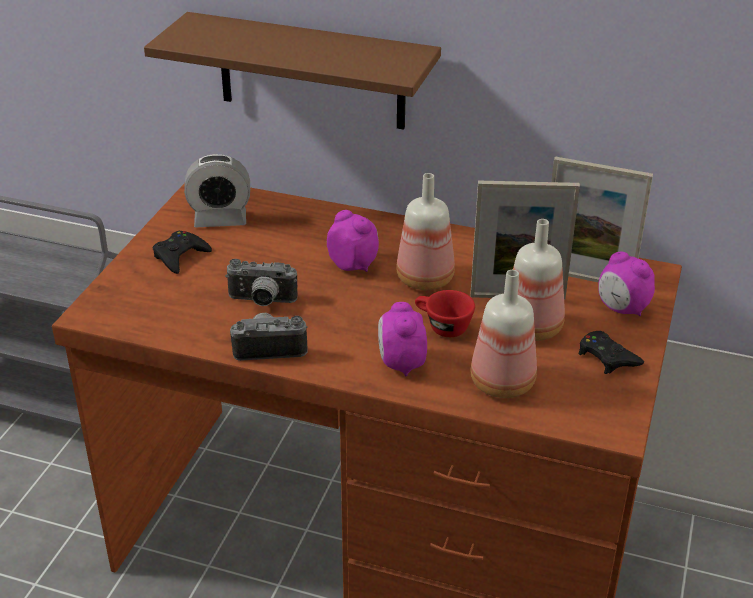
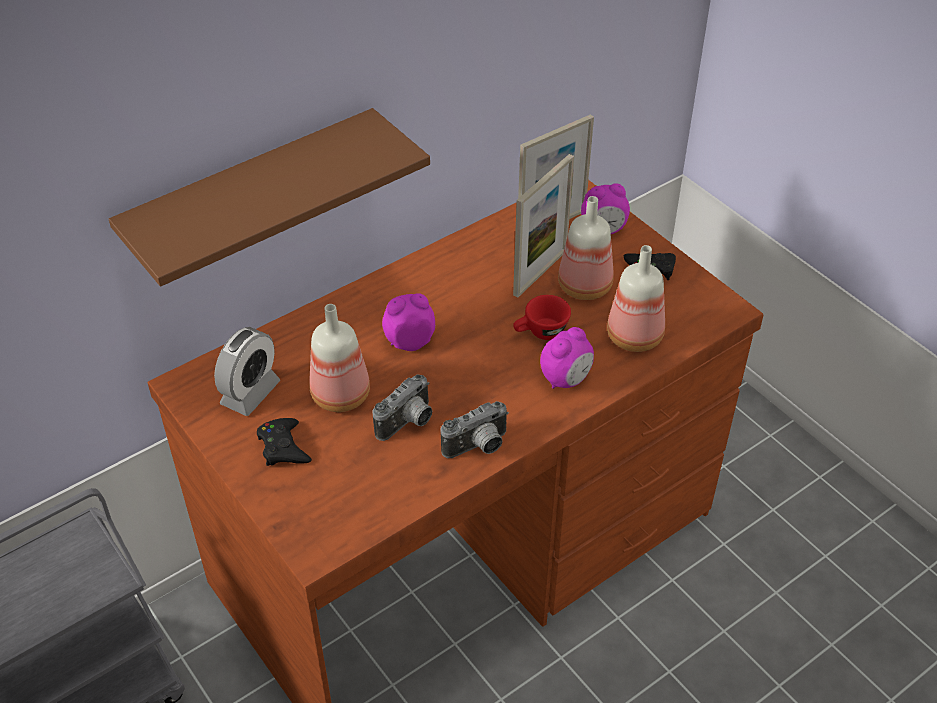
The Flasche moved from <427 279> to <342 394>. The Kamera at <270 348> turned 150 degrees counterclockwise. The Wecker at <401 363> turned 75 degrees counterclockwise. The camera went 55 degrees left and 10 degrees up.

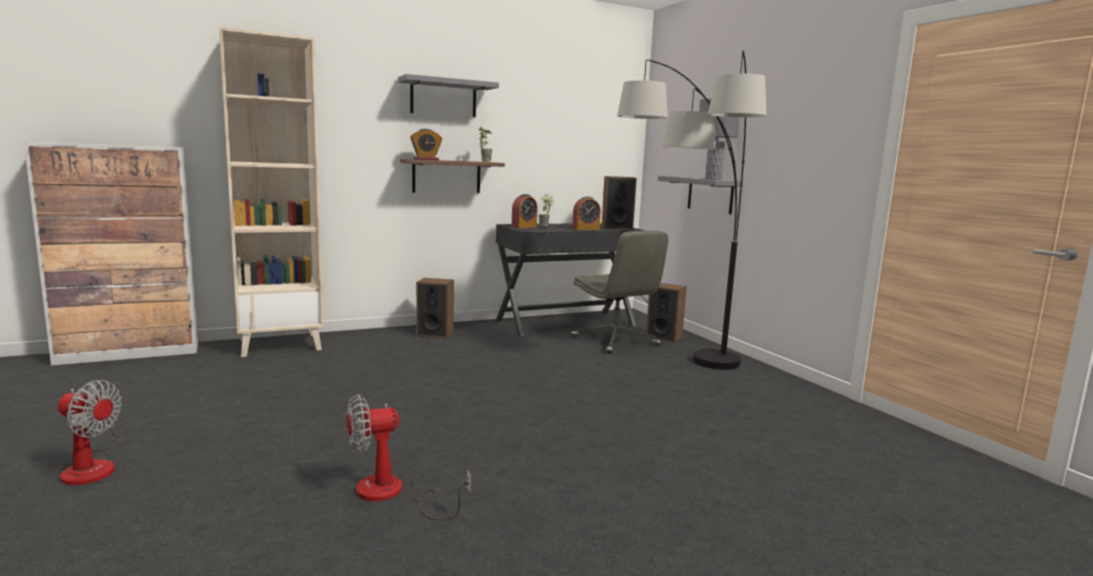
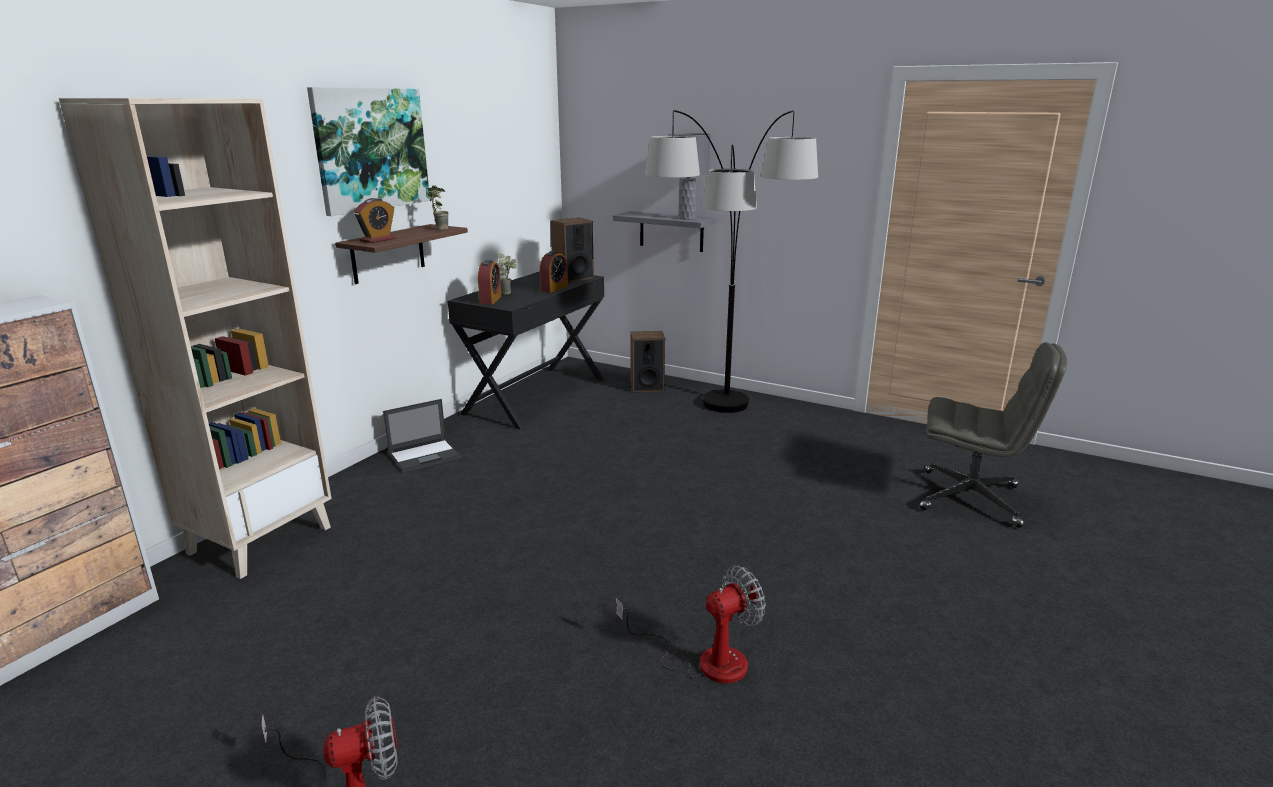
The Wandregal (grau) at <443 98> was replaced by the Bild at <371 149>. The Lautsprecher at <435 333> was replaced by the Laptop at <425 455>. The Ventilator at <393 494> turned 150 degrees counterclockwise. The Bürostuhl (grau) moved from <616 342> to <971 498>. The camera went 35 degrees left and 10 degrees up.

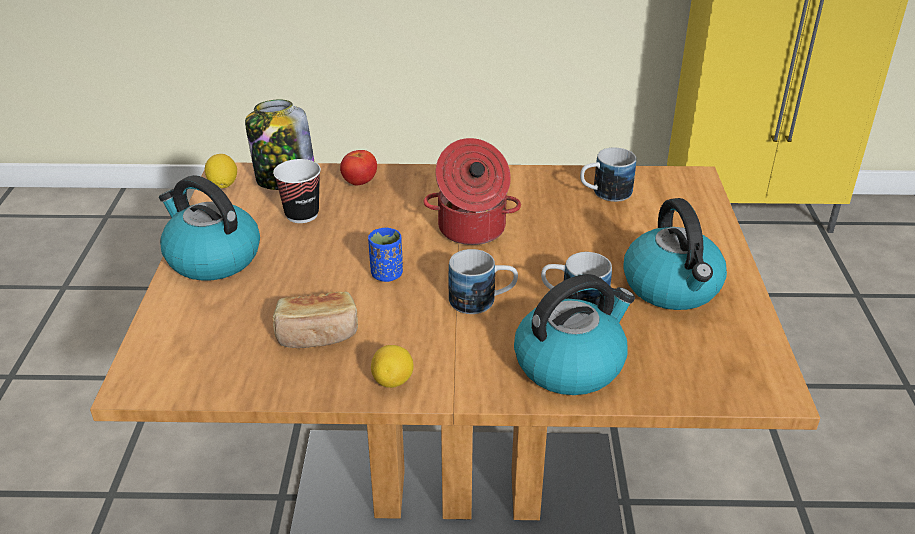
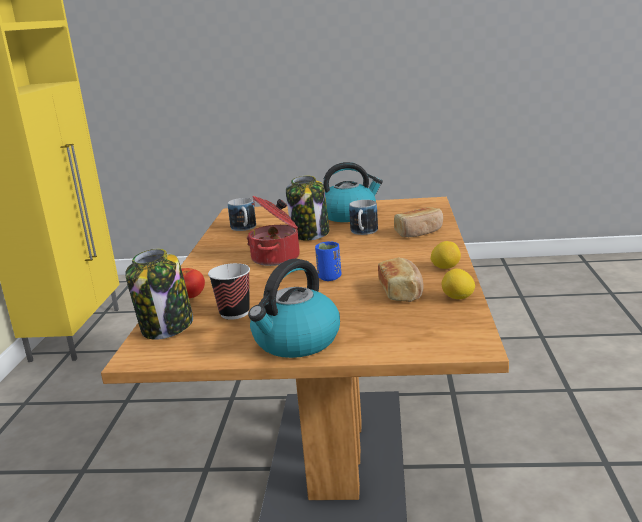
The Vorratsglas at <310 234> appeared. The Wasserkessel at <570 364> was replaced by the Brot at <419 232>. The Zitrone moved from <223 185> to <458 298>. The Henkelbecher at <482 301> disappeared. The camera went 85 degrees left and 15 degrees down.

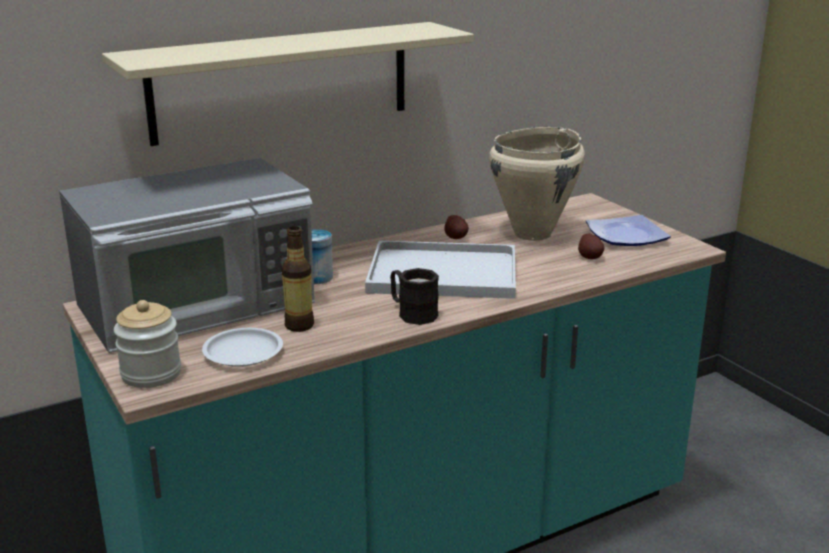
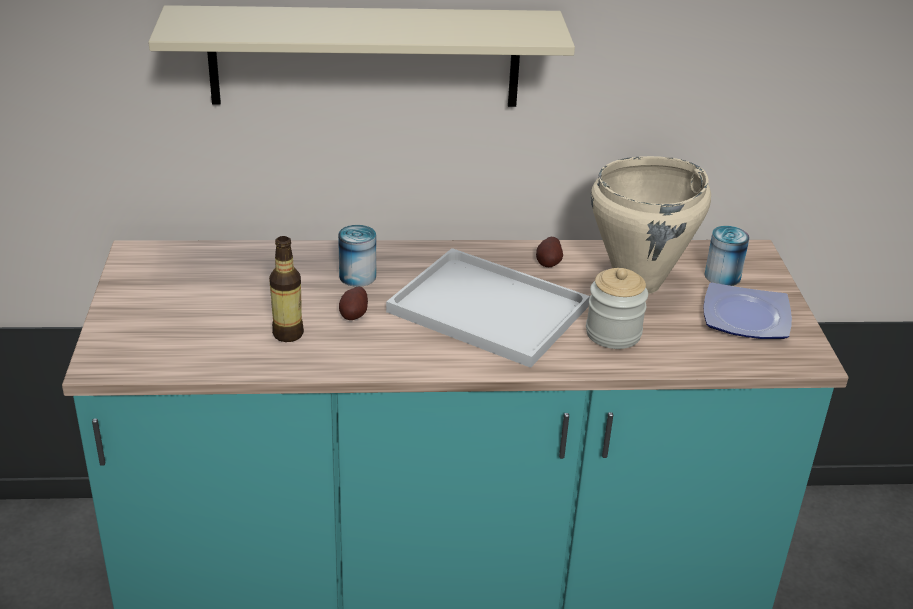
The Kartoffel moved from <590 257> to <353 315>. The Vorratsglas moved from <151 374> to <613 333>. The Dose at <722 276> appeared. The Mikrowelle at <198 305> disappeared. The Teller (weiß) at <243 352> disappeared. The Henkelbecher (schwarz) at <412 313> disappeared. The camera went 25 degrees right and 10 degrees up.

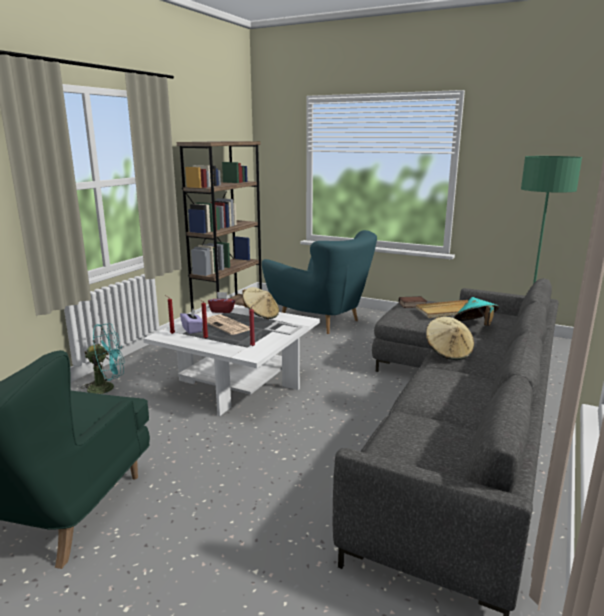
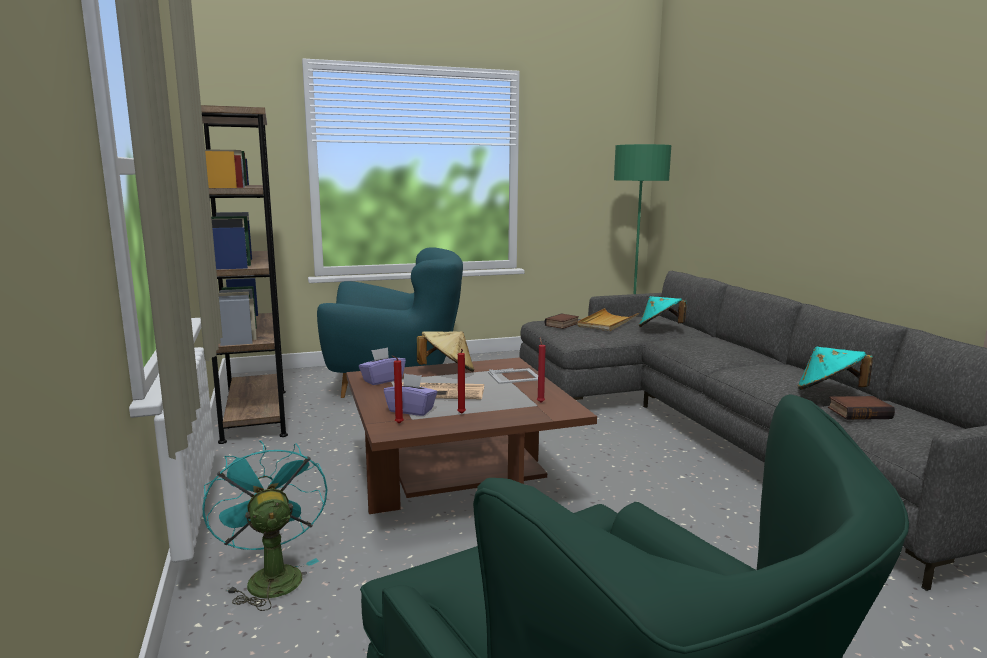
The Ventilator (türkis) at <107 388> turned 60 degrees counterclockwise. The Couchtisch (weiß) at <238 384> became the Couchtisch (braun) at <460 484>. The Taschentuchbox (rot) at <222 311> became the Taschentuchbox (lila) at <382 380>. The Hut (türkis) at <829 392> appeared. The Buch at <859 412> appeared. The Hut (beige) at <448 352> disappeared. The camera went 45 degrees left and 5 degrees down.

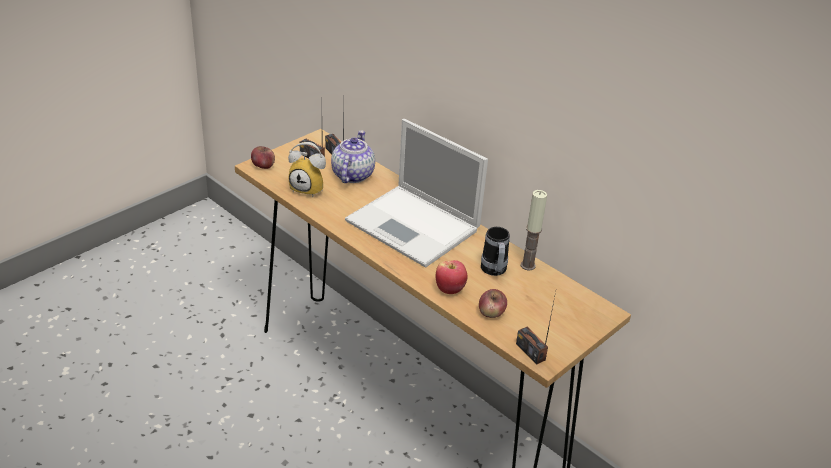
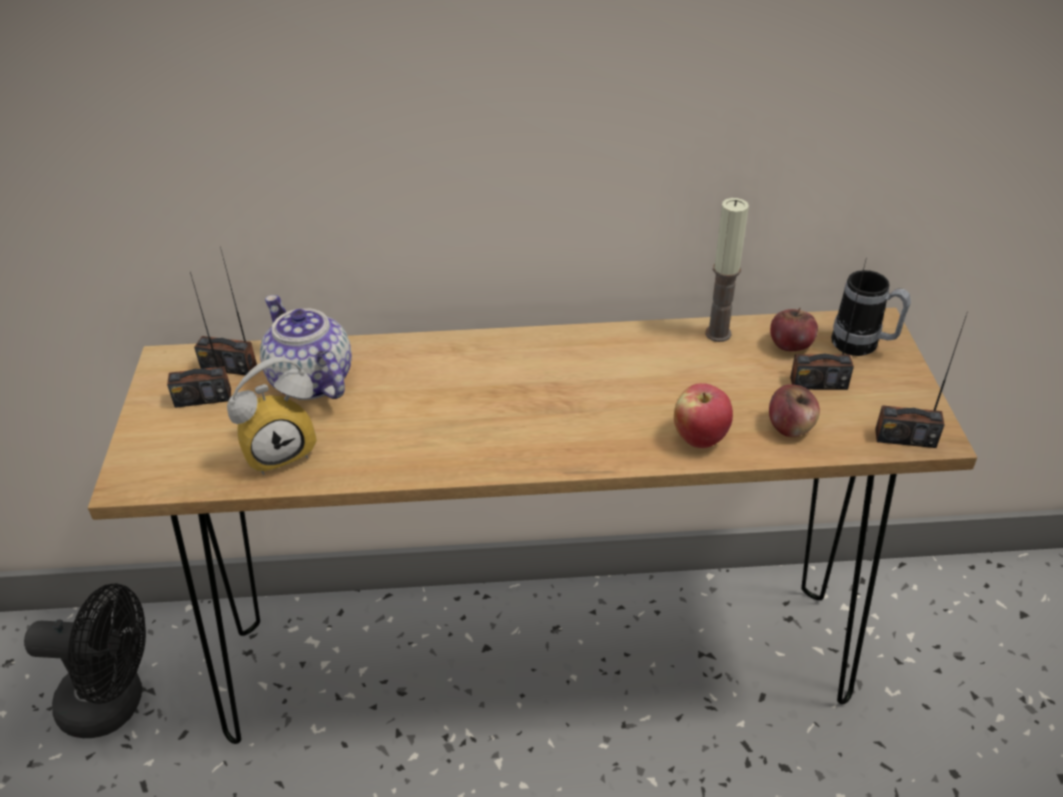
The Ventilator (schwarz) at <115 703> appeared. The Apfel moved from <263 166> to <790 345>. The Radio at <818 383> appeared. The Henkelbecher moved from <494 271> to <862 346>. The Laptop at <414 226> disappeared. The camera went 45 degrees left and 5 degrees up.

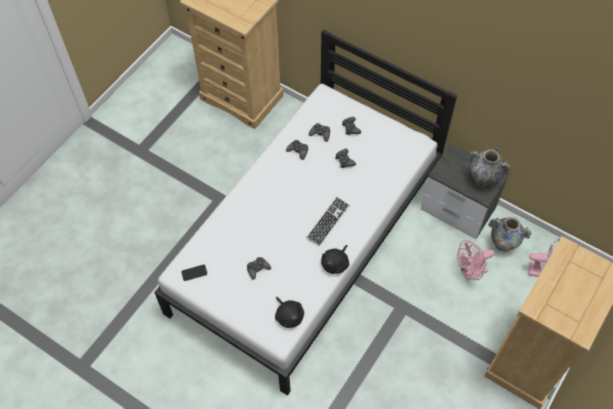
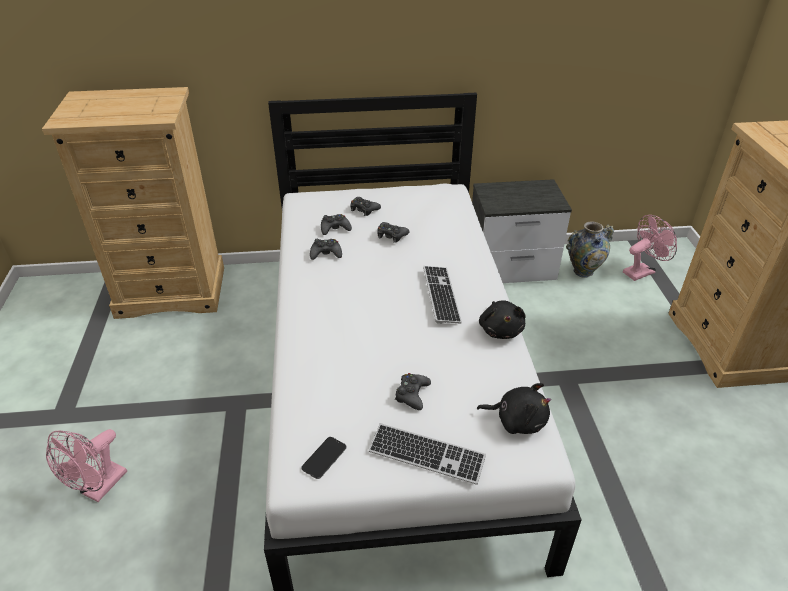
The Ventilator (rosa) moved from <470 272> to <99 488>. The Tastatur at <426 455> appeared. The Vase at <483 181> disappeared. The camera went 40 degrees left and 20 degrees down.

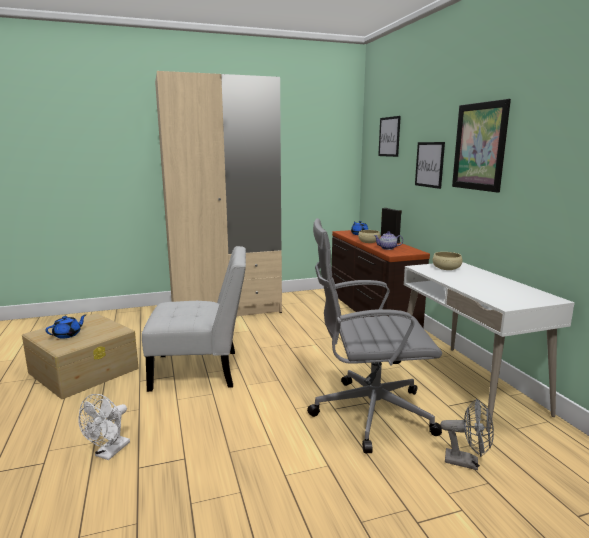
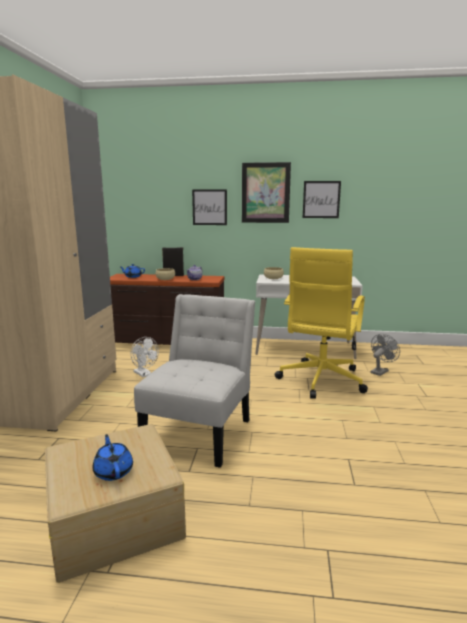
The Ventilator (weiß) moved from <109 453> to <144 374>. The Bürostuhl (grau) at <368 413> became the Bürostuhl (gelb) at <320 381>. The Bild moved from <389 136> to <321 199>. The camera went 65 degrees left and 0 degrees up.

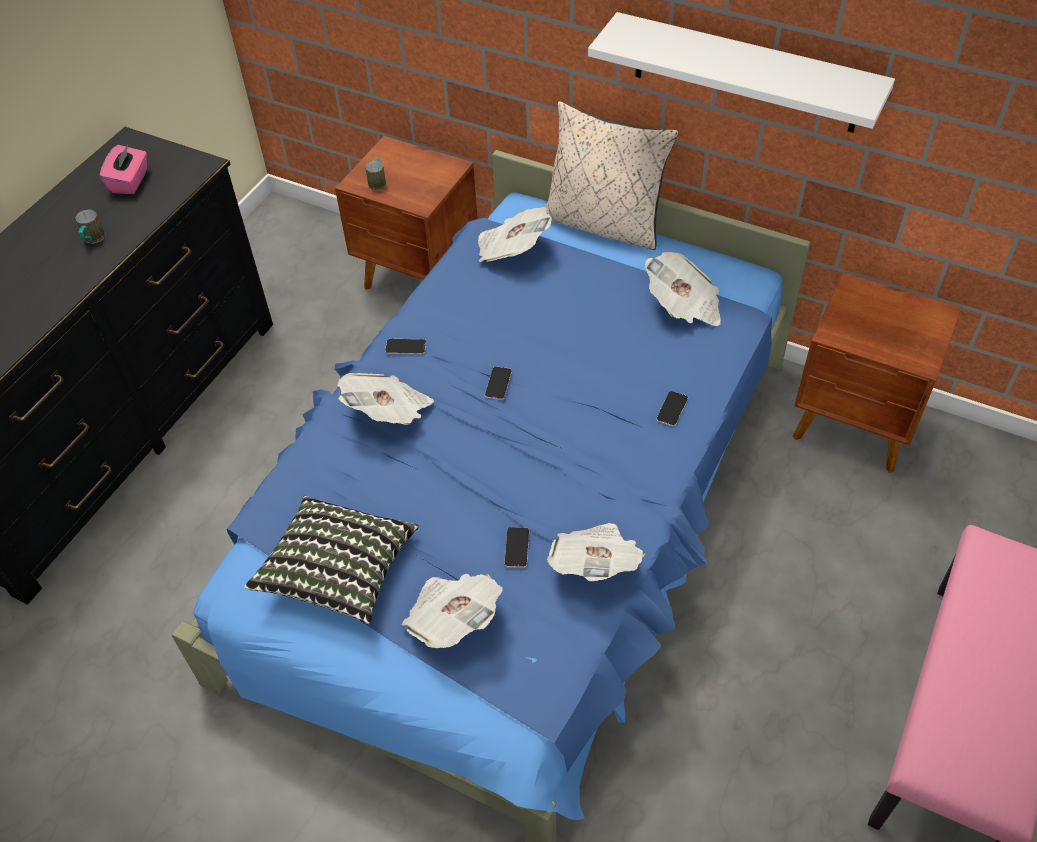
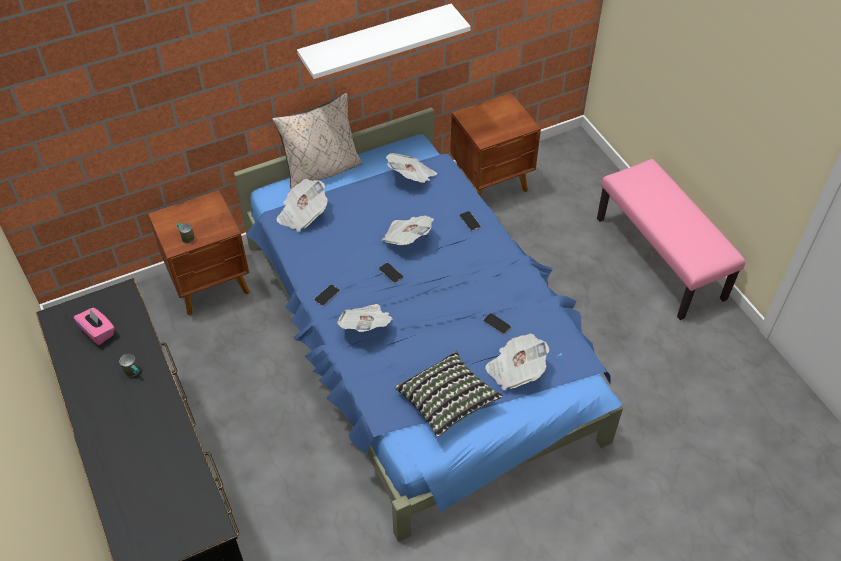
The Zeitung moved from <595 564> to <407 238>. The camera went 55 degrees left and 0 degrees up.

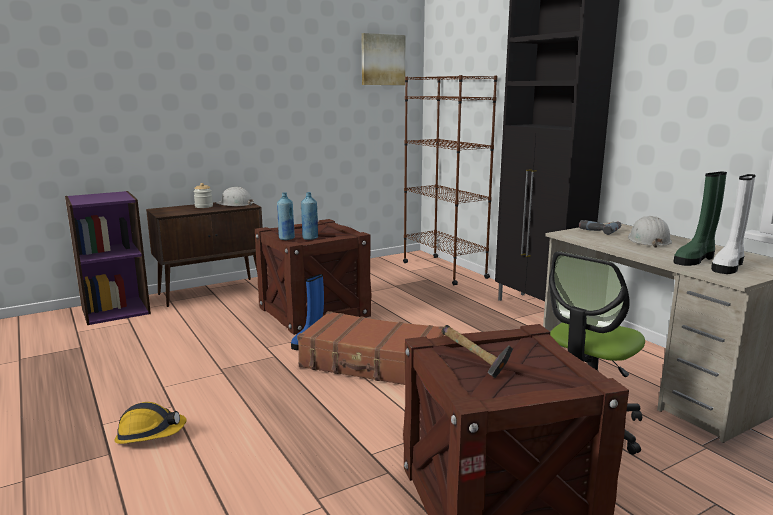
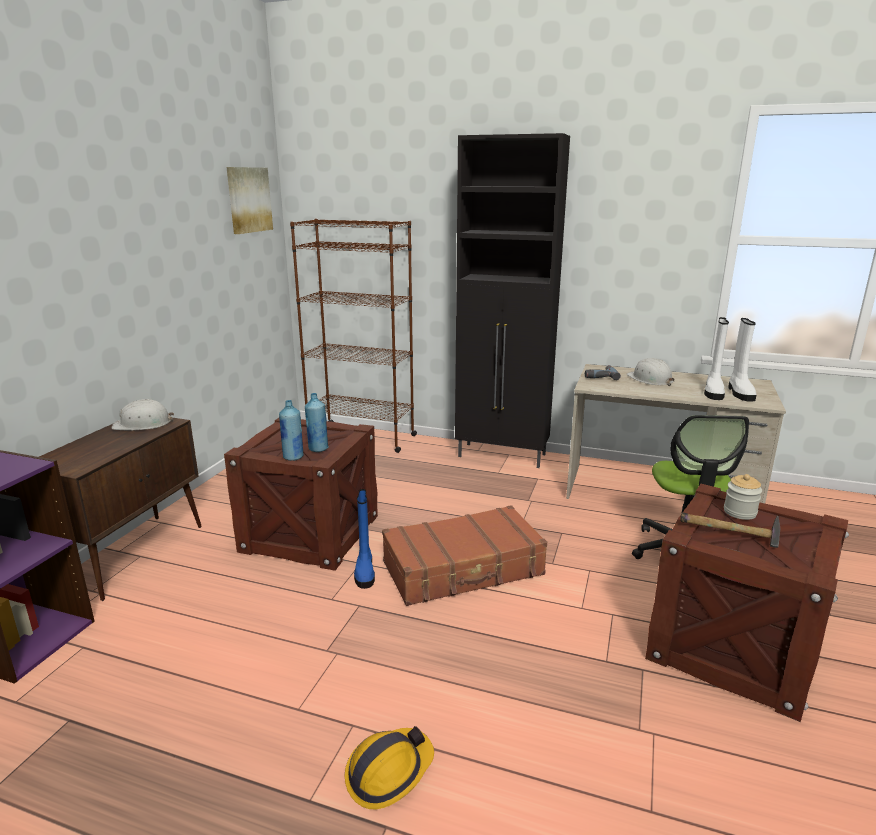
The Stiefel (grün) at <695 259> became the Stiefel (weiß) at <713 392>. The Vorratsglas moved from <204 206> to <739 512>. The camera went 40 degrees left and 5 degrees up.

